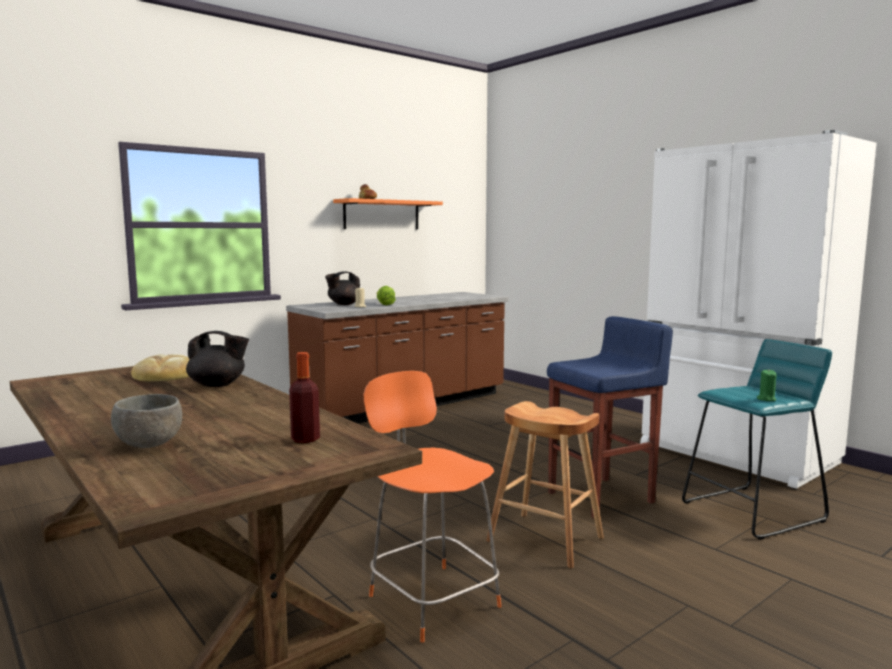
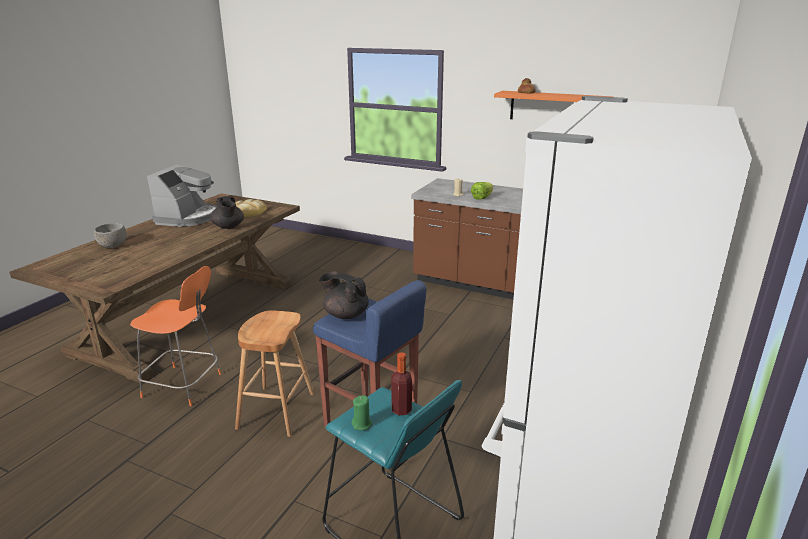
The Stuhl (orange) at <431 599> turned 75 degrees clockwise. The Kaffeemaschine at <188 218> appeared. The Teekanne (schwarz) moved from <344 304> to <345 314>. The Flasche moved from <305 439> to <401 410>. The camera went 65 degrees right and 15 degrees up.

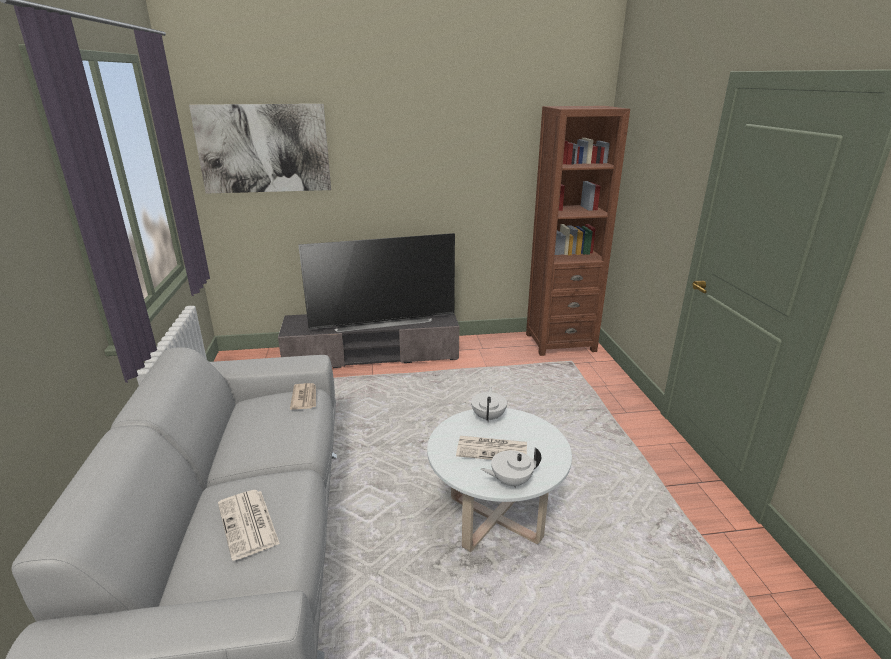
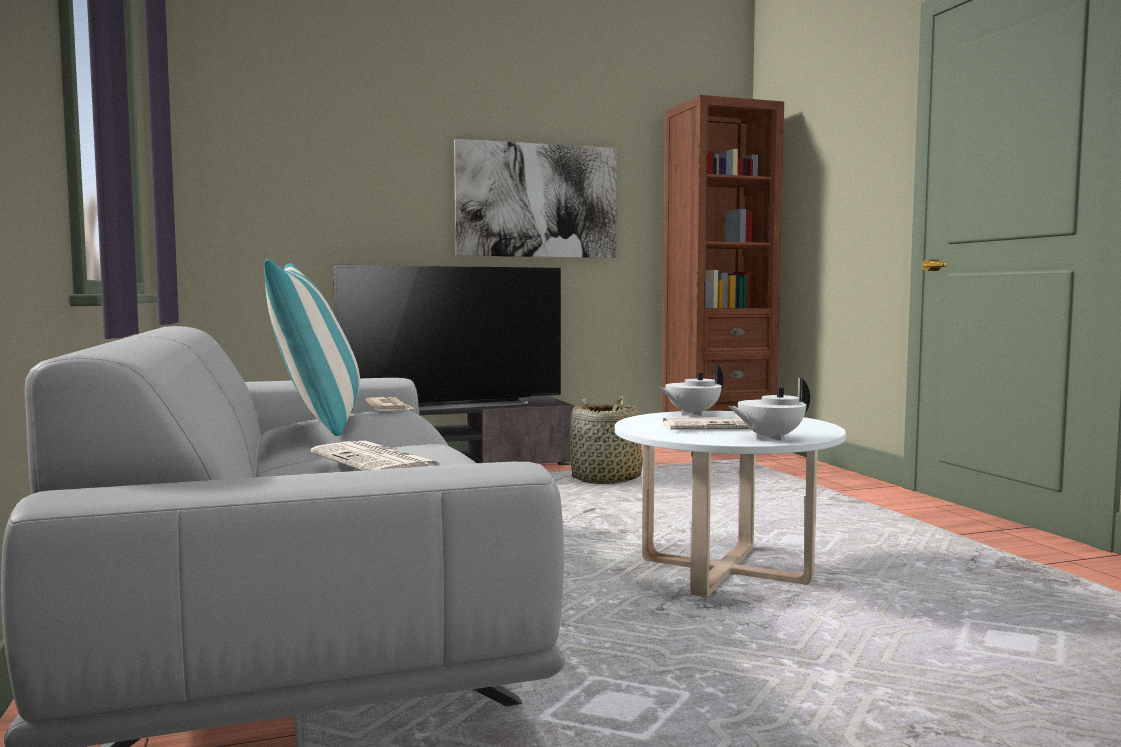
The Kissen at <318 426> appeared. The Bild moved from <263 149> to <537 200>. The Korb at <606 479> appeared. The Teekanne (weiß) at <488 417> turned 120 degrees counterclockwise. The camera went 10 degrees left and 20 degrees down.

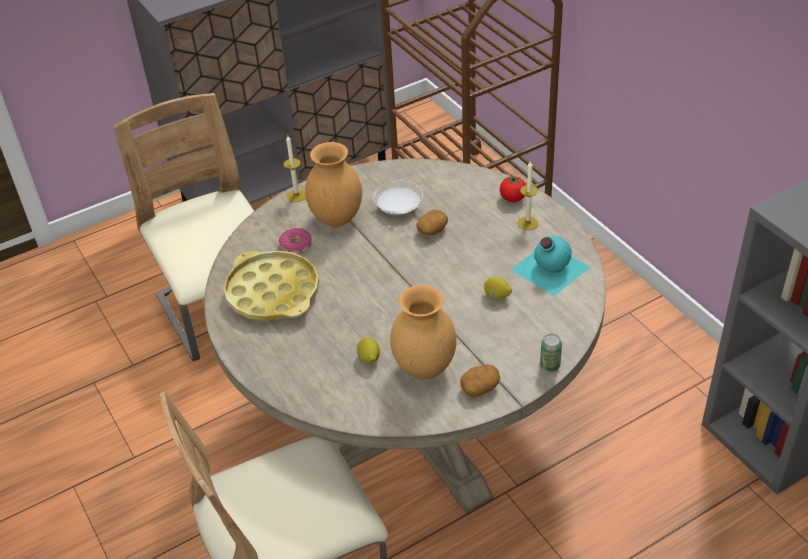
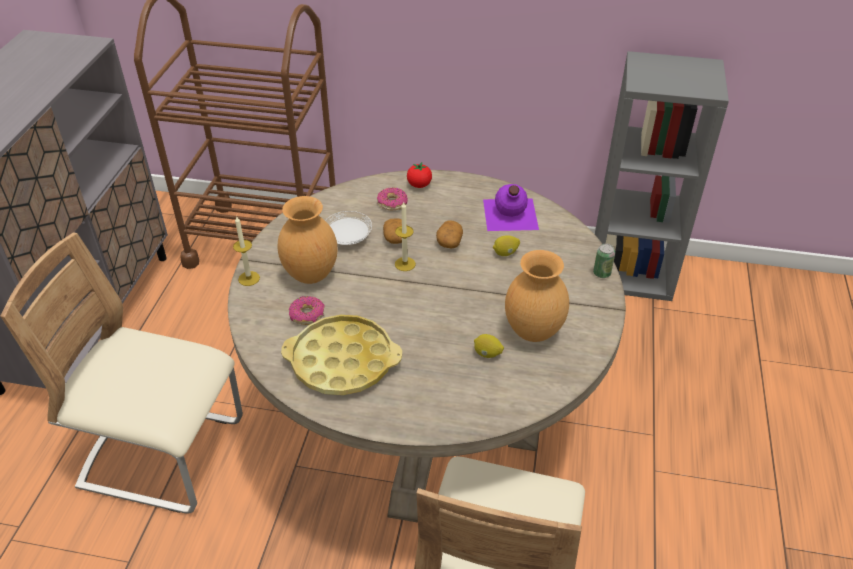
The Donut at <392 203> appeared. The Kerze moved from <527 223> to <405 264>. The Kartoffel moved from <480 387> to <449 241>. The Flasche (türkis) at <548 268> became the Flasche (lila) at <509 215>. The camera went 50 degrees left and 0 degrees up.

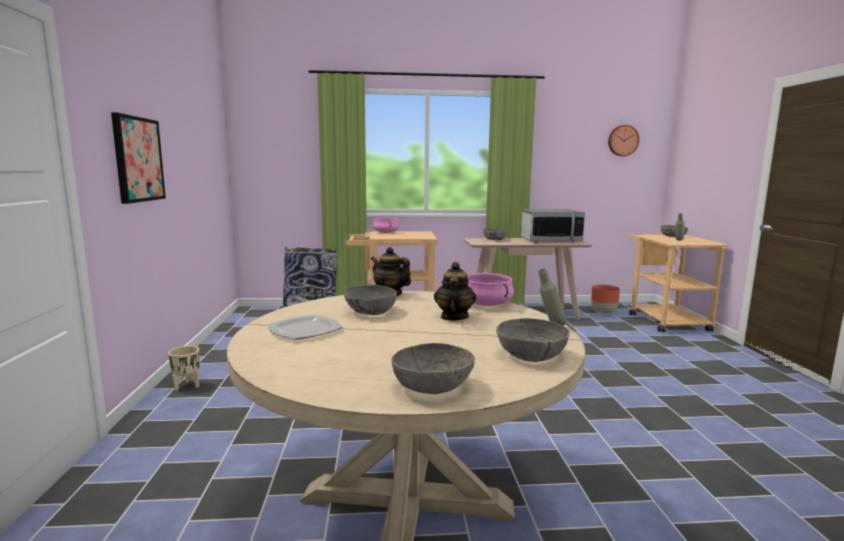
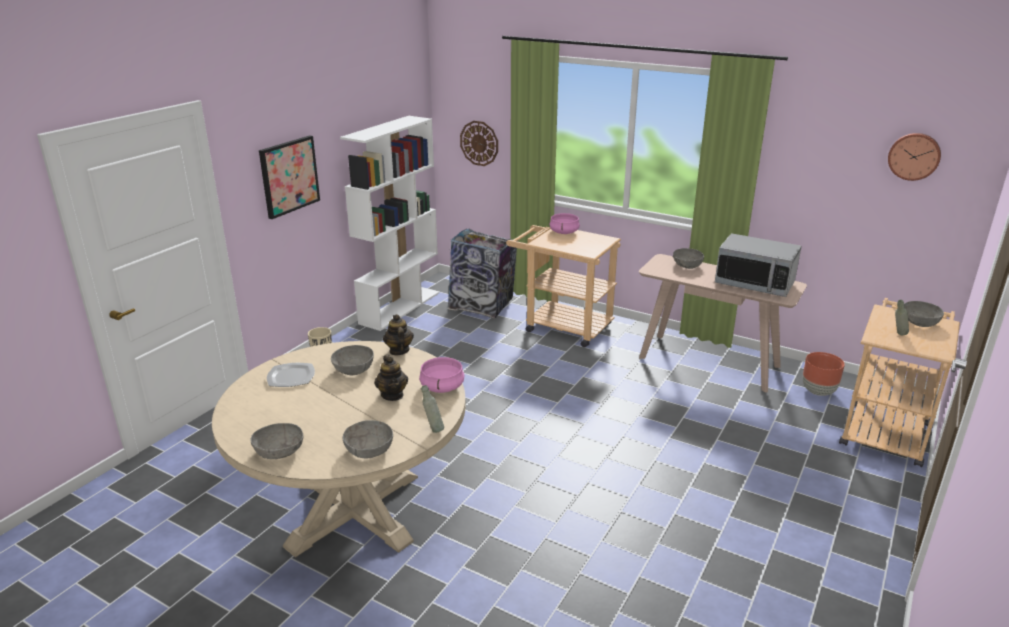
The Bücherregal (weiß) at <400 307> appeared. The Teekanne at <454 317> turned 120 degrees clockwise. The Wanduhr at <479 143> appeared. The camera went 35 degrees right and 15 degrees up.

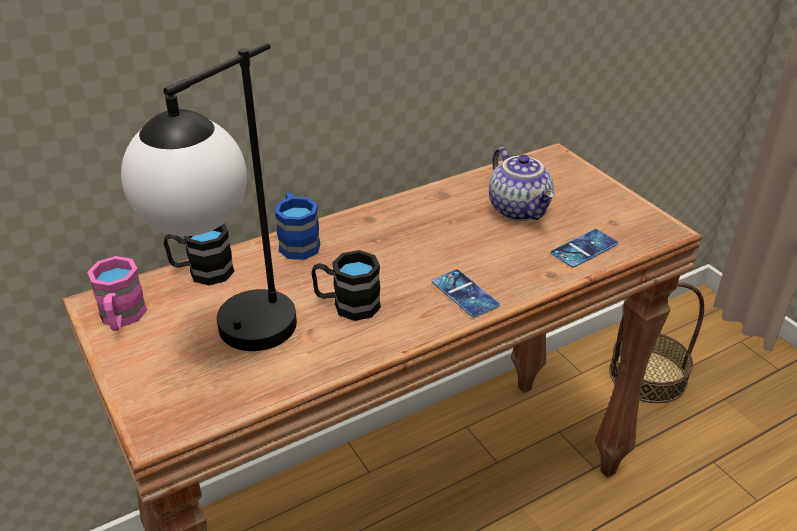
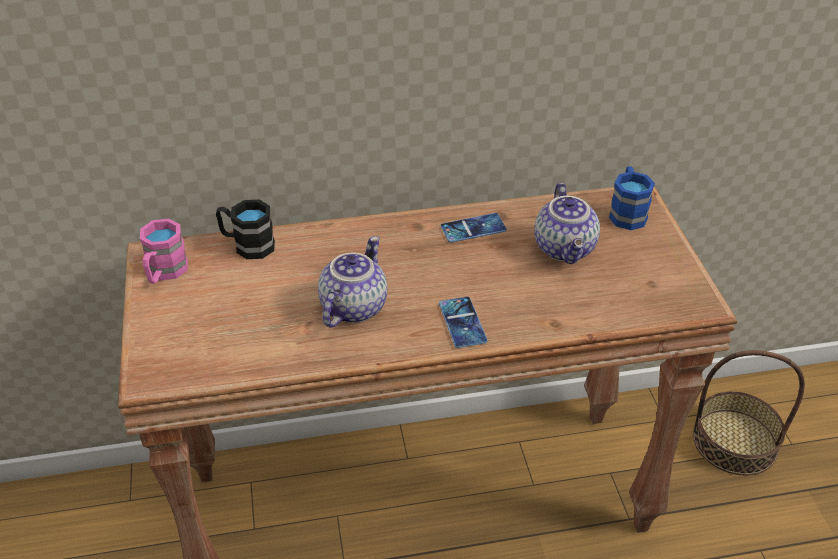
The Henkelbecher (schwarz) at <347 304> was replaced by the Teekanne at <352 307>. The Handy moved from <584 248> to <473 228>. The Henkelbecher (blau) moved from <297 242> to <627 212>. The Tischlampe at <234 343> disappeared. The camera went 20 degrees right and 5 degrees up.

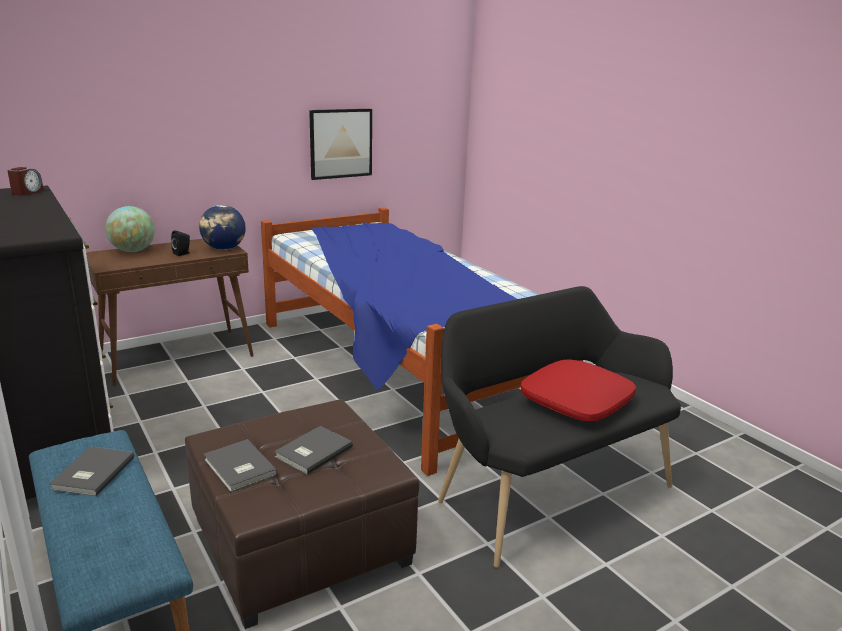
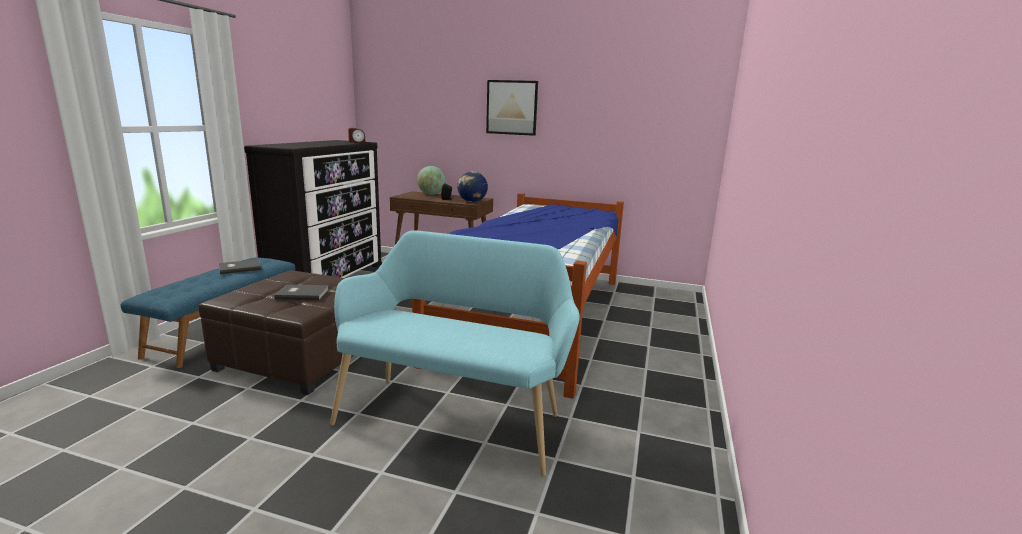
The Bank (schwarz) at <547 490> became the Bank (türkis) at <455 416>. The Bild moved from <341 143> to <511 107>. The Buch (grau) at <238 468> disappeared. The Kissen (rot) at <575 401> disappeared. The camera went 50 degrees right and 5 degrees down.

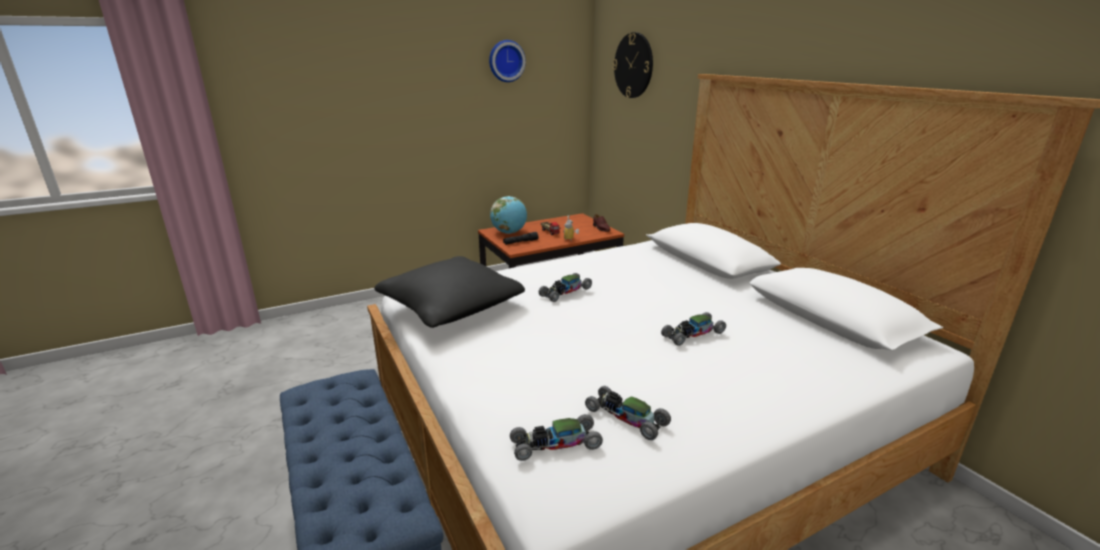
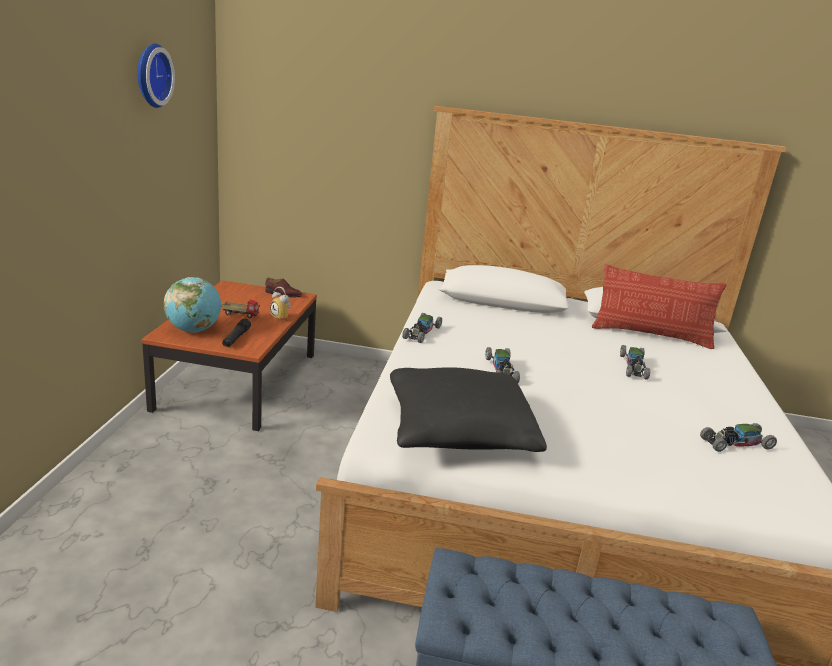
The Spielzeugauto moved from <555 444> to <421 332>. The Kissen at <651 335> appeared. The Wanduhr at <633 65> disappeared. The camera went 55 degrees left and 0 degrees up.

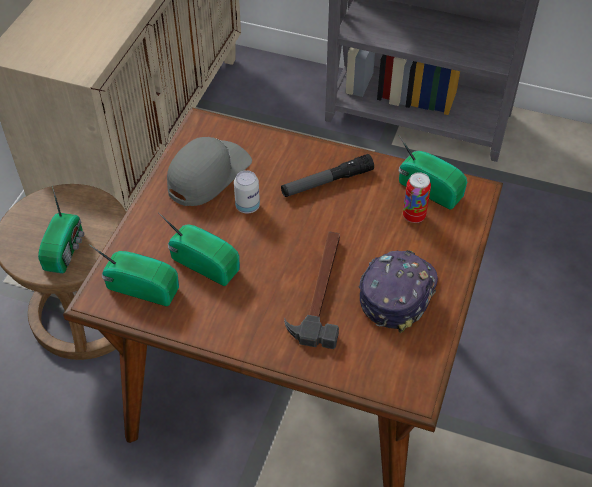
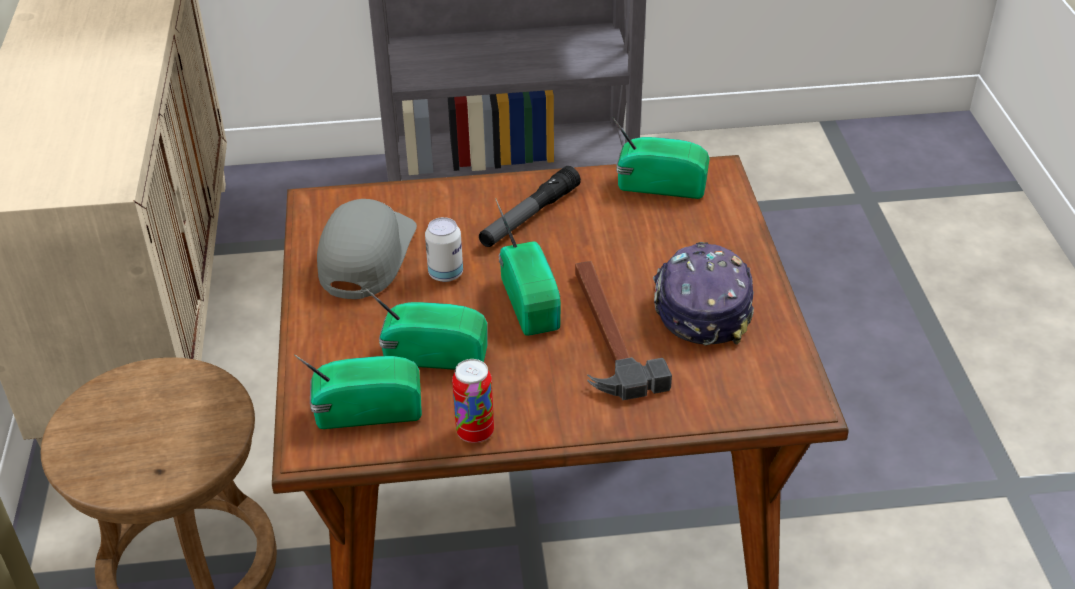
The Dose moved from <414 216> to <475 432>. The Radio moved from <65 249> to <531 301>. The camera went 25 degrees left and 10 degrees down.

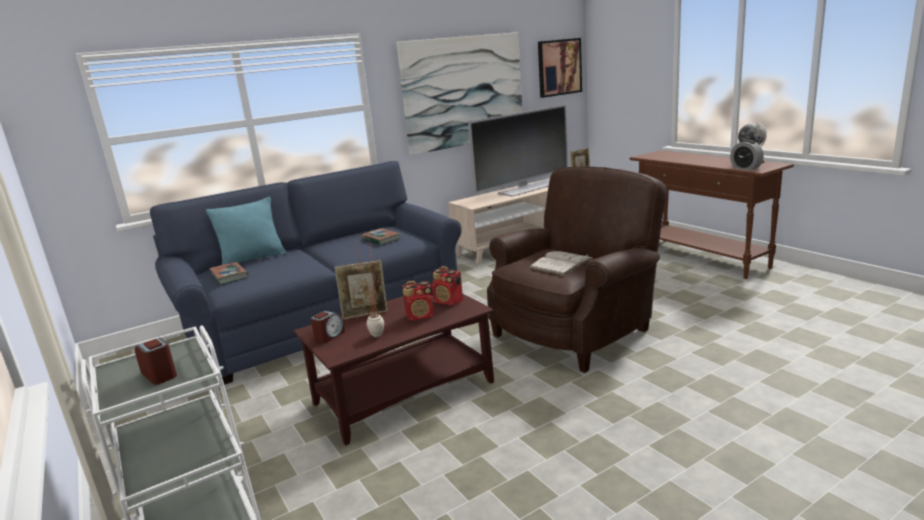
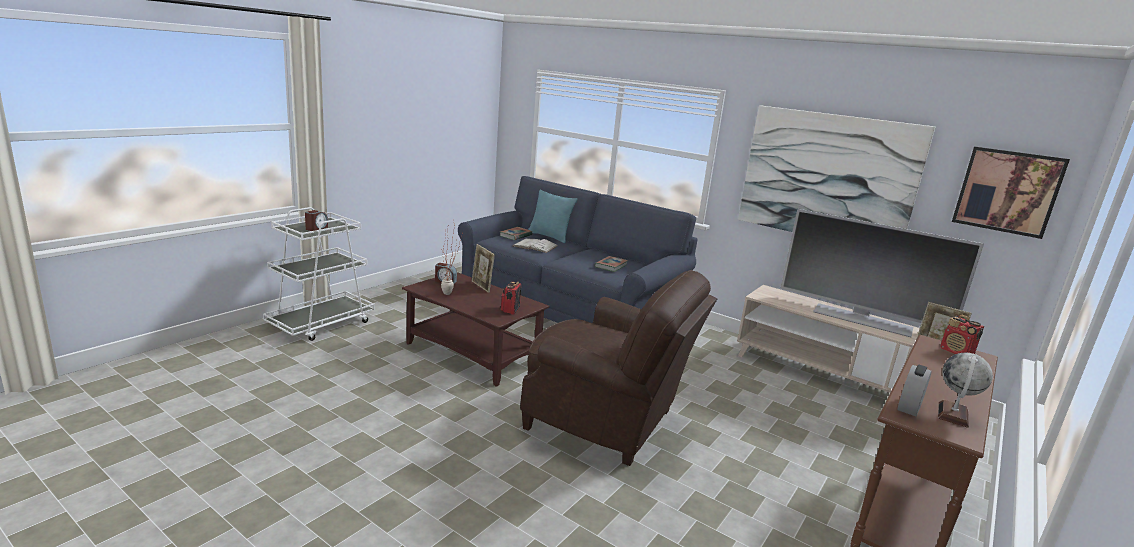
The Buch (weiß) moved from <561 263> to <535 246>. The Radio moved from <420 316> to <956 352>. The camera went 65 degrees right and 0 degrees up.

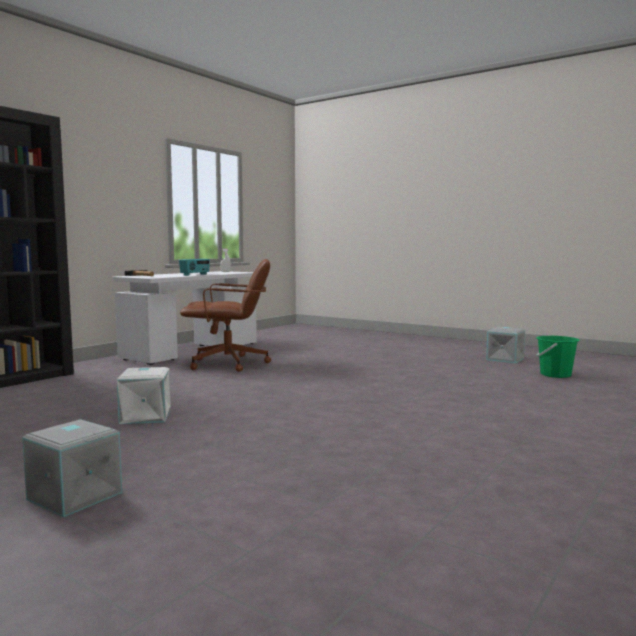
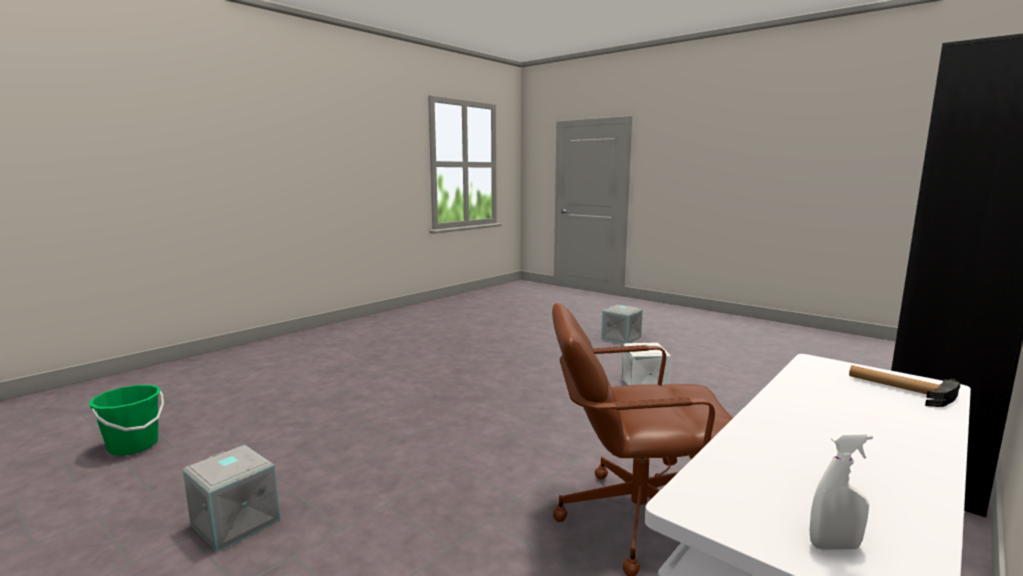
The Aufbewahrungsbox (grau) moved from <505 359> to <233 523>. The Radio at <195 275> disappeared. The camera went 175 degrees left and 5 degrees up.

